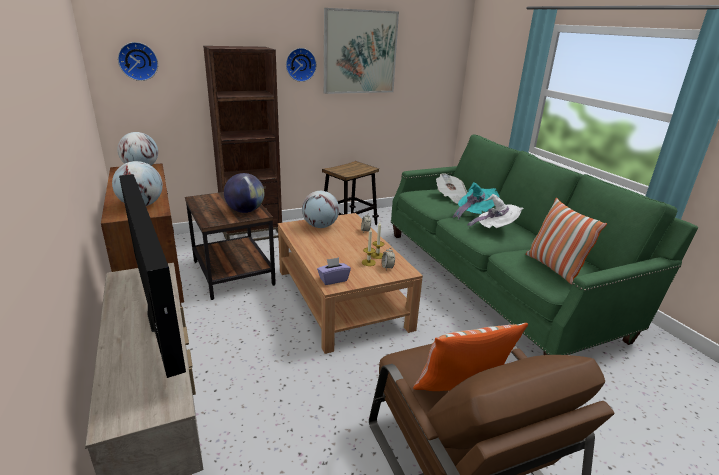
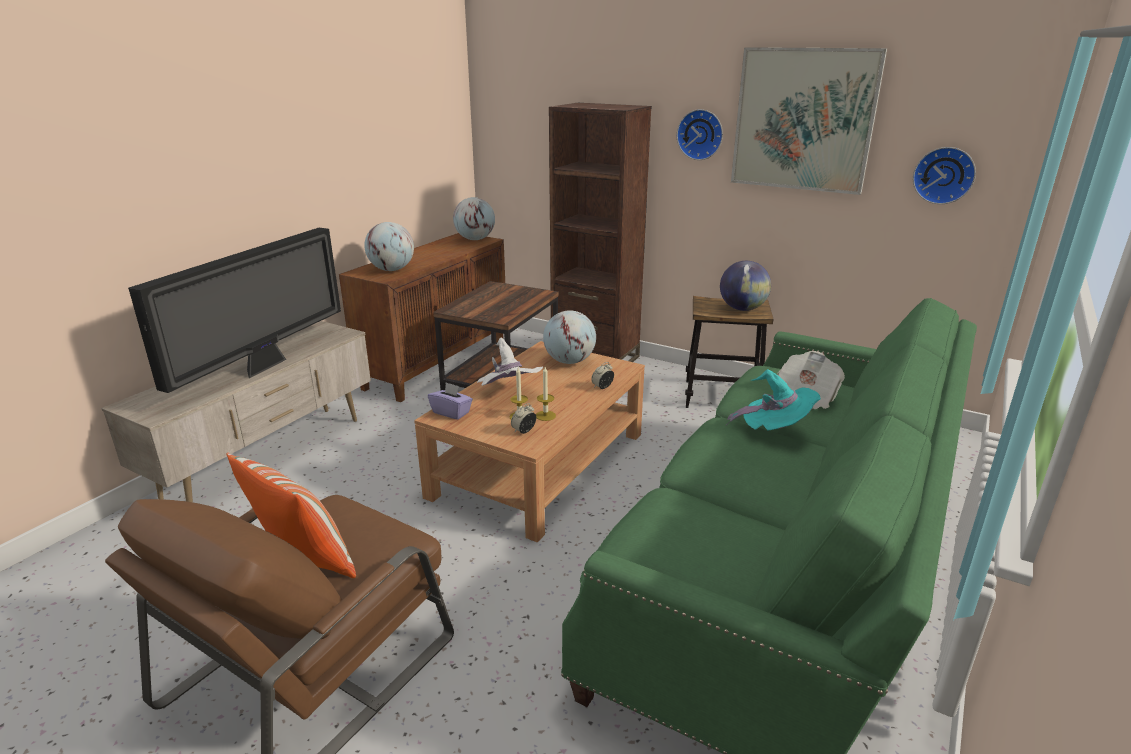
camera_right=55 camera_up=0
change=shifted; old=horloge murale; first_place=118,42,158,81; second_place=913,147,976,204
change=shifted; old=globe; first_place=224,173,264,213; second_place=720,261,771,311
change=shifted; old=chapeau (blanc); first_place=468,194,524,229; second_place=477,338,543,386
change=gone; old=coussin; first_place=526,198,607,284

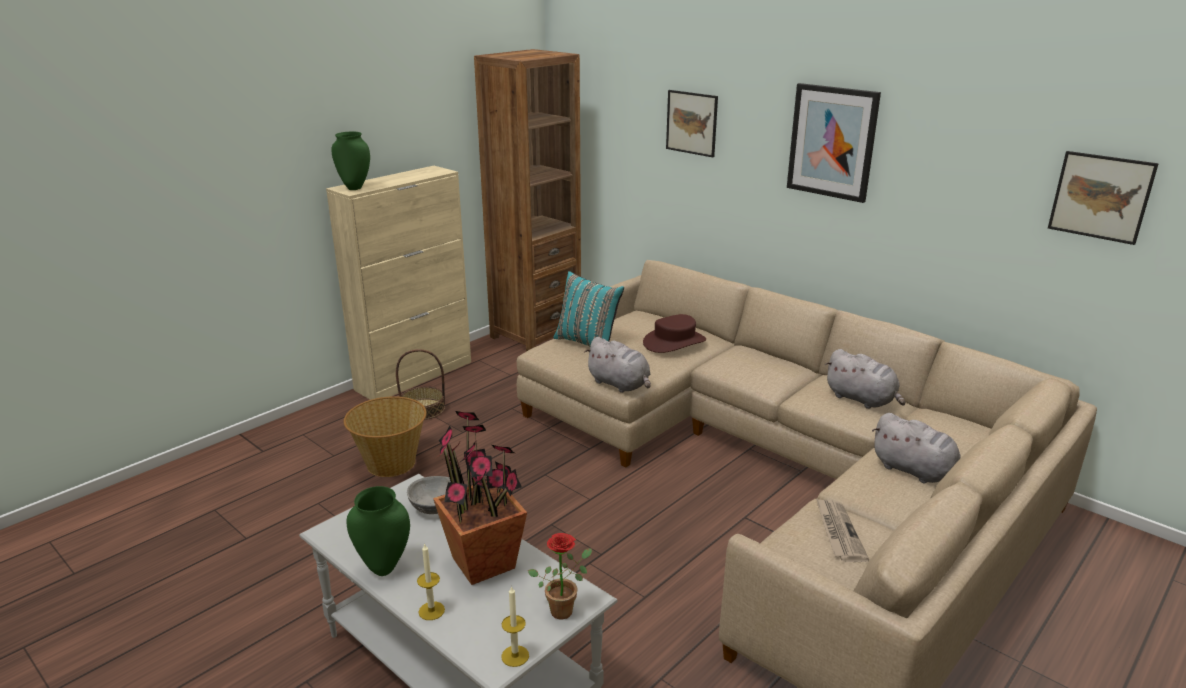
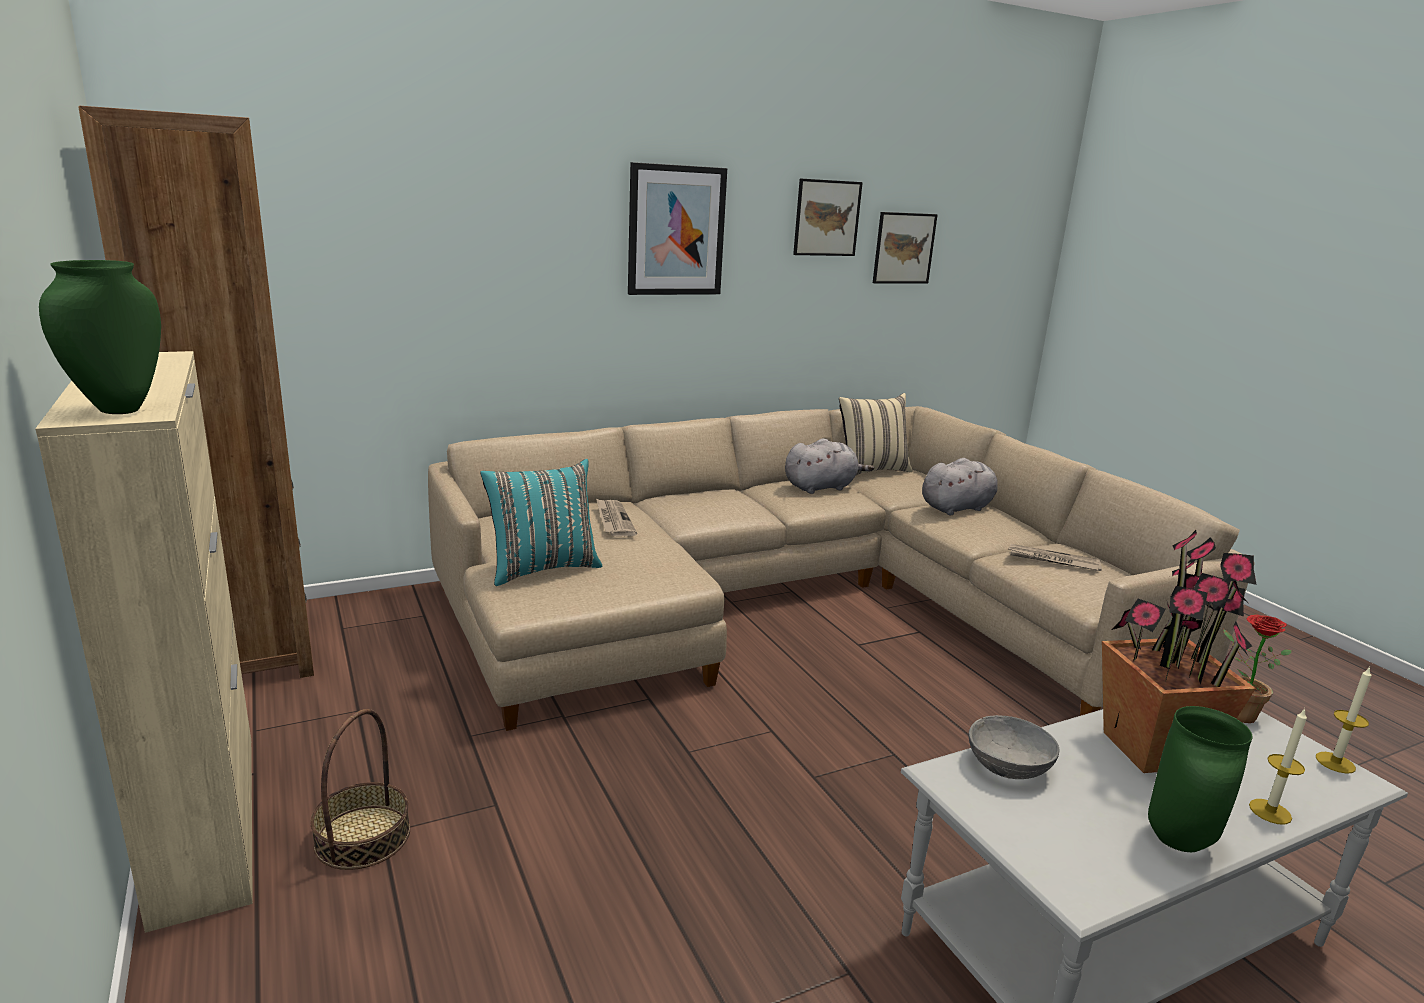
camera_right=-70 camera_up=-5
change=gone; old=panier; first_place=344,396,427,477
change=gone; old=peluche (gris); first_place=584,337,651,393
change=swapped; old=chapeau (marron); new=journal; first_place=643,314,706,353; second_place=596,499,637,537
change=shifted; old=tableau; first_place=666,90,718,157; second_place=793,179,863,256
change=new; new=coussin (beige); second_place=839,393,913,475

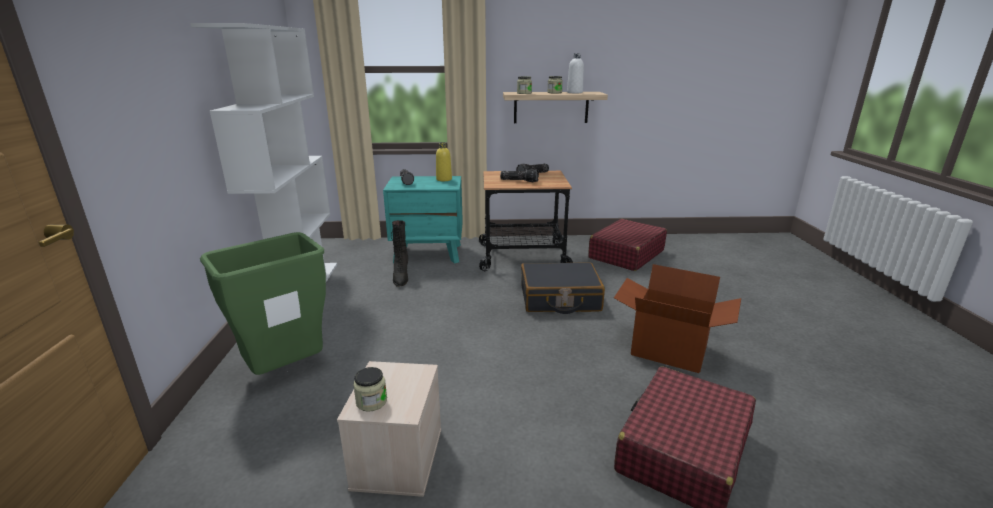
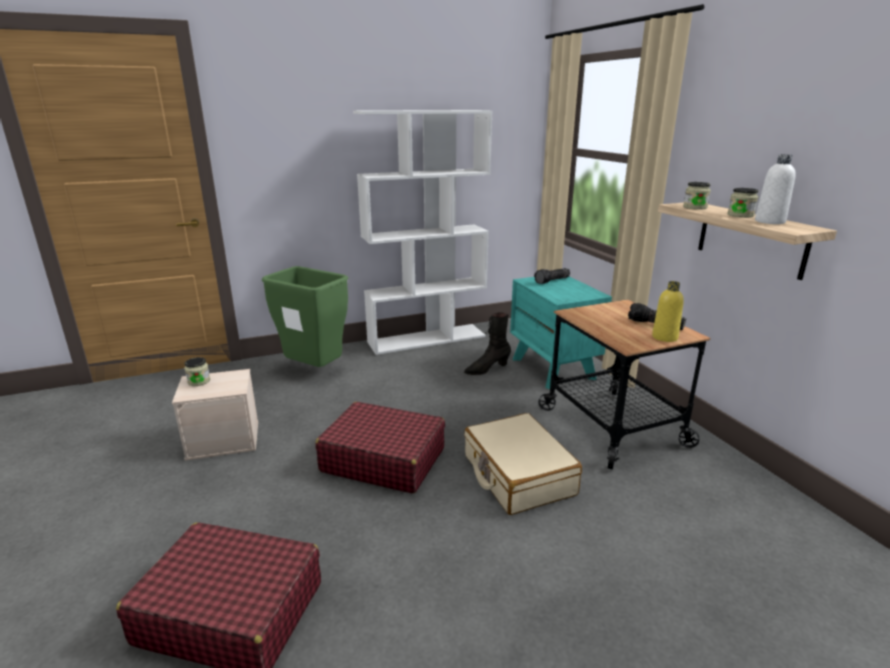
camera_right=70 camera_up=0
change=shifted; old=bouteille (jaune); first_place=436,142,452,181; second_place=652,281,684,342
change=gone; old=lampe de poche; first_place=500,169,539,182
change=repainted; old=valise (noir); new=valise (beige); first_place=521,262,605,314; second_place=464,413,582,515
change=shifted; old=valise (rouge); first_place=588,219,667,271; second_place=315,402,445,494
change=gone; old=carton; first_place=614,264,741,373

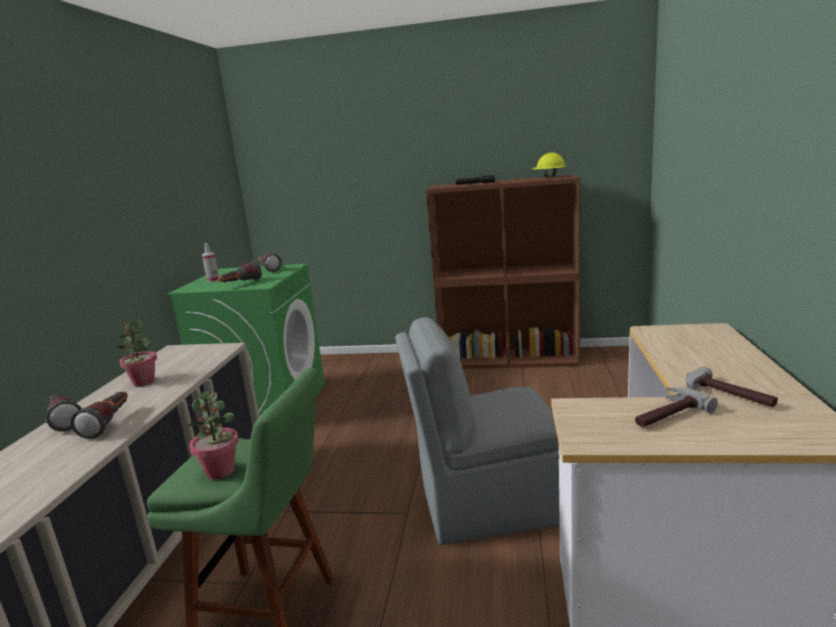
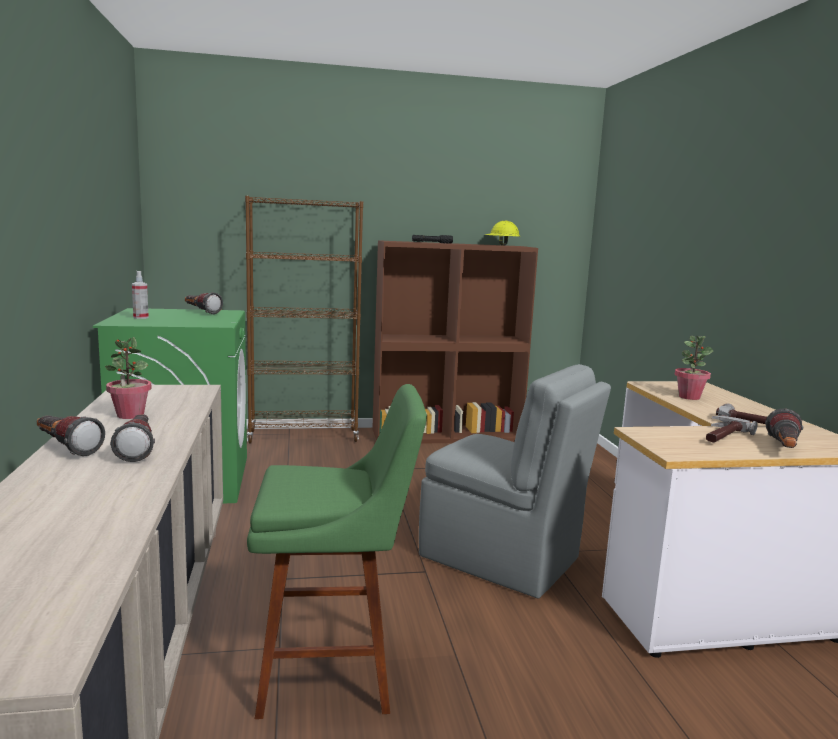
camera_right=-20 camera_up=-5
change=shifted; old=plante en pot; first_place=188,391,239,479; second_place=675,336,713,400
change=shifted; old=lampe de poche; first_place=218,261,262,282; second_place=765,409,803,448
change=rotated; old=chaise (gris); first_place=395,317,560,545; second_place=419,364,611,599; degrees=-120
change=new; new=bibliothèque (marron); second_place=245,196,363,444

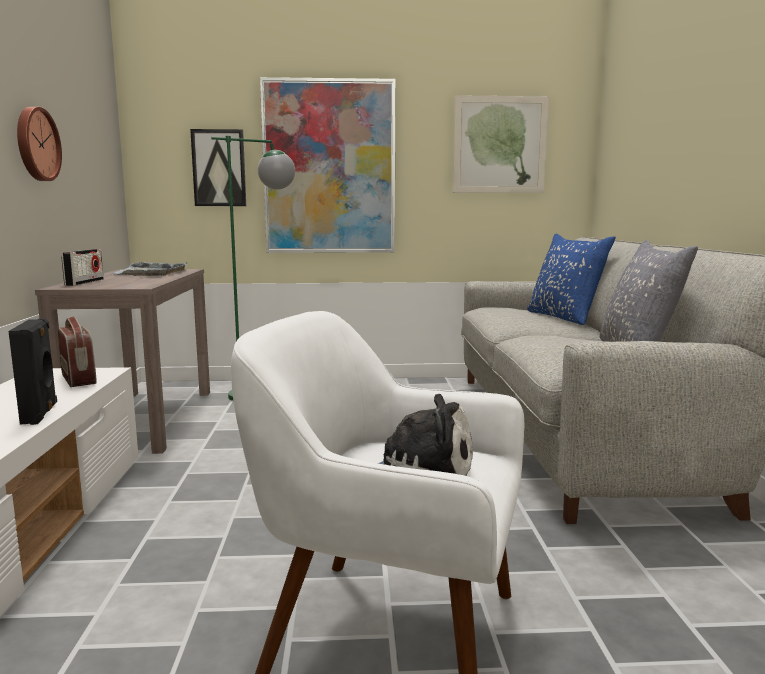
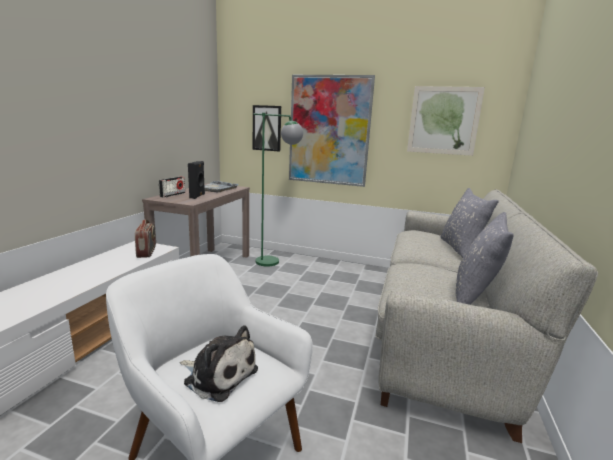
camera_right=20 camera_up=5
change=shifted; old=enceinte (noir); first_place=8,318,57,425; second_place=188,161,205,199
change=gone; old=horloge murale; first_place=17,107,62,181
change=repainted; old=coussin (bleu); new=coussin (gris); first_place=527,233,616,325; second_place=441,188,499,258

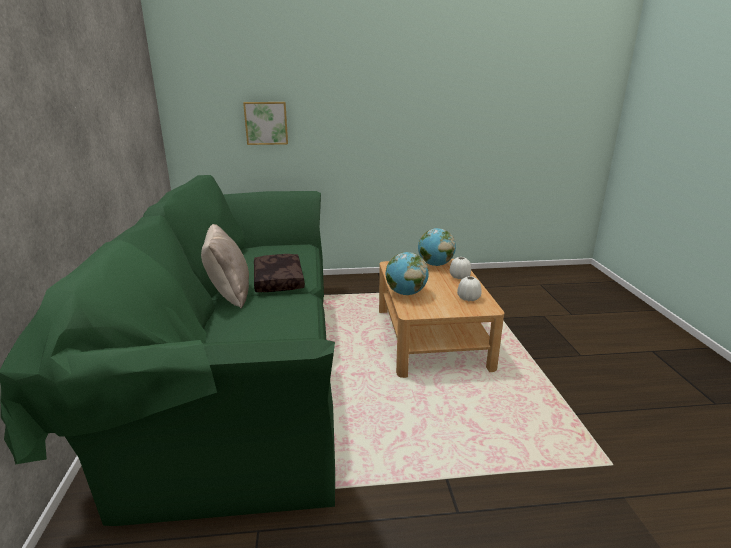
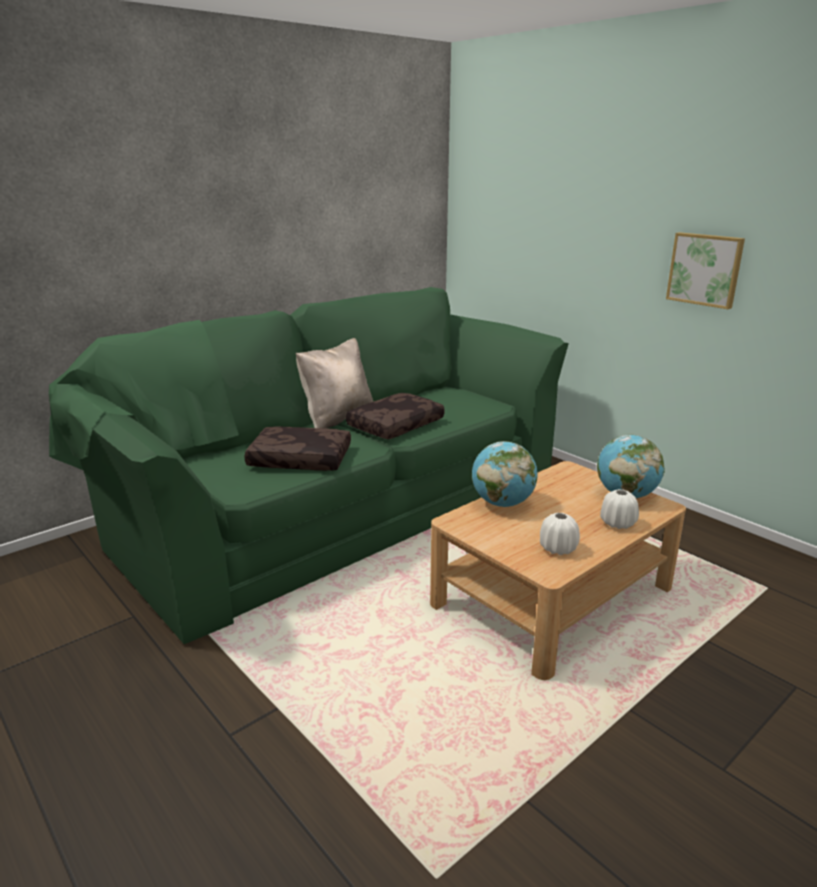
camera_right=55 camera_up=0
change=shifted; old=tableau; first_place=243,102,288,145; second_place=666,232,745,309
change=new; new=coussin (marron); second_place=244,426,351,471

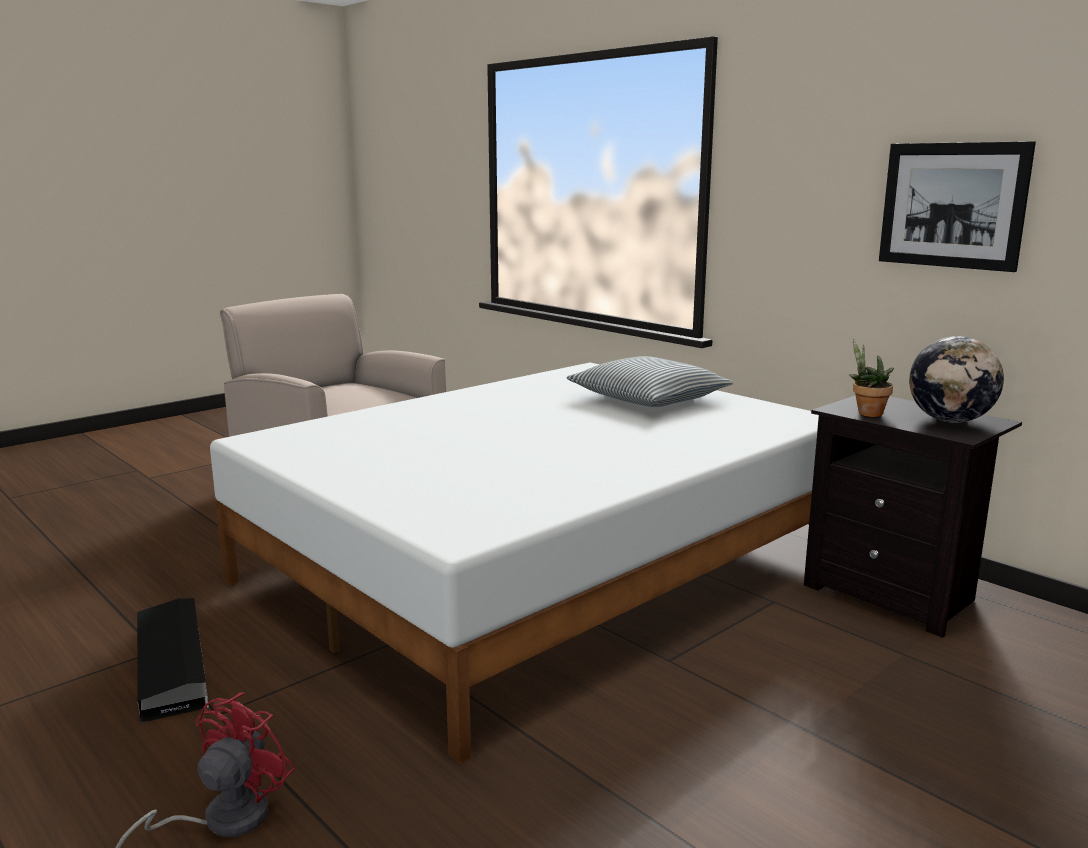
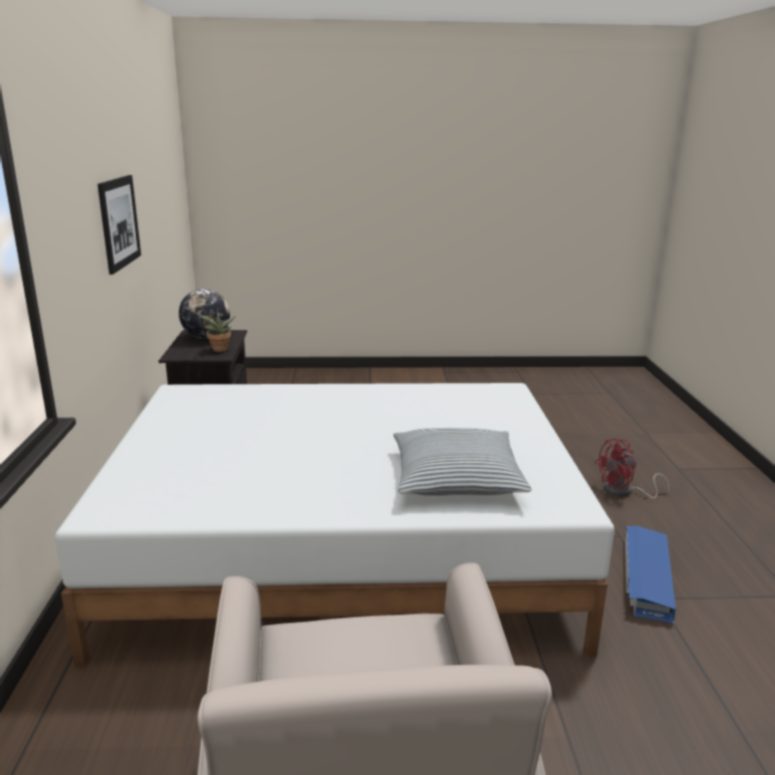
camera_right=-140 camera_up=5
change=repainted; old=boîte de rangement (noir); new=boîte de rangement (bleu); first_place=137,598,209,723; second_place=624,526,676,624
change=shifted; old=coussin; first_place=567,356,733,407; second_place=393,428,532,496

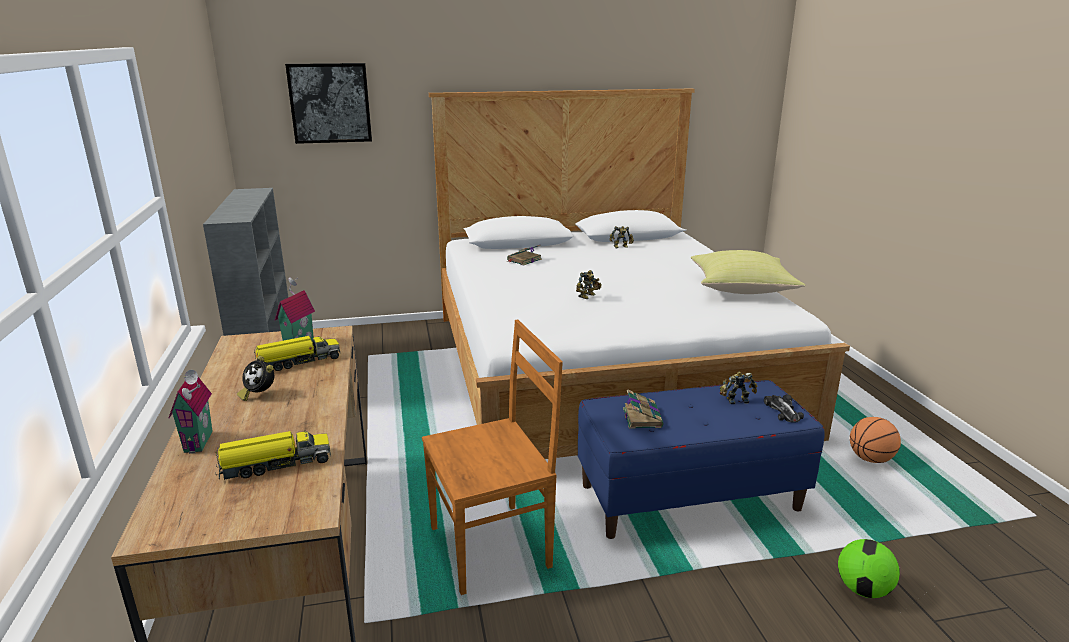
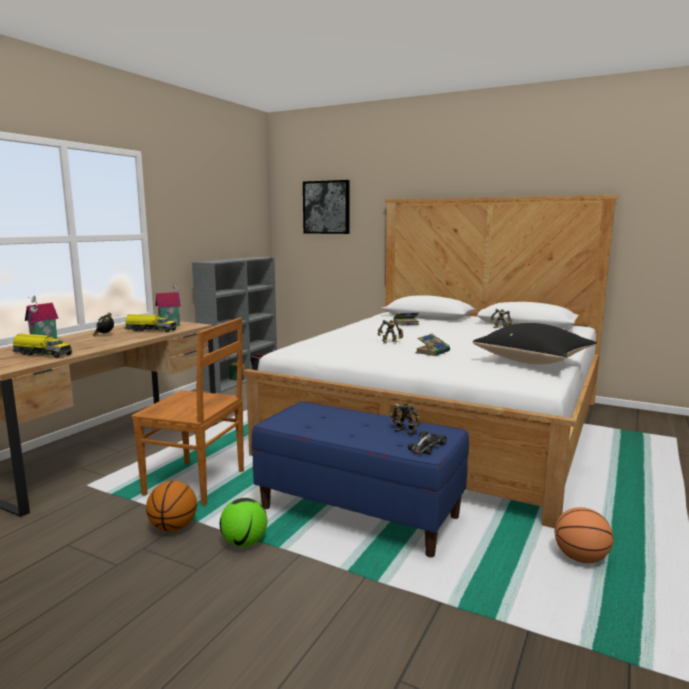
camera_right=40 camera_up=-10
change=shifted; old=livre; first_place=623,389,664,429; second_place=415,334,450,356
change=repainted; old=coussin (jaune); new=coussin (noir); first_place=691,250,806,294; second_place=473,323,597,365
change=shifted; old=ballon de foot; first_place=838,539,900,598; second_place=220,498,267,547
change=new; new=ballon de basket; second_place=146,481,197,532

